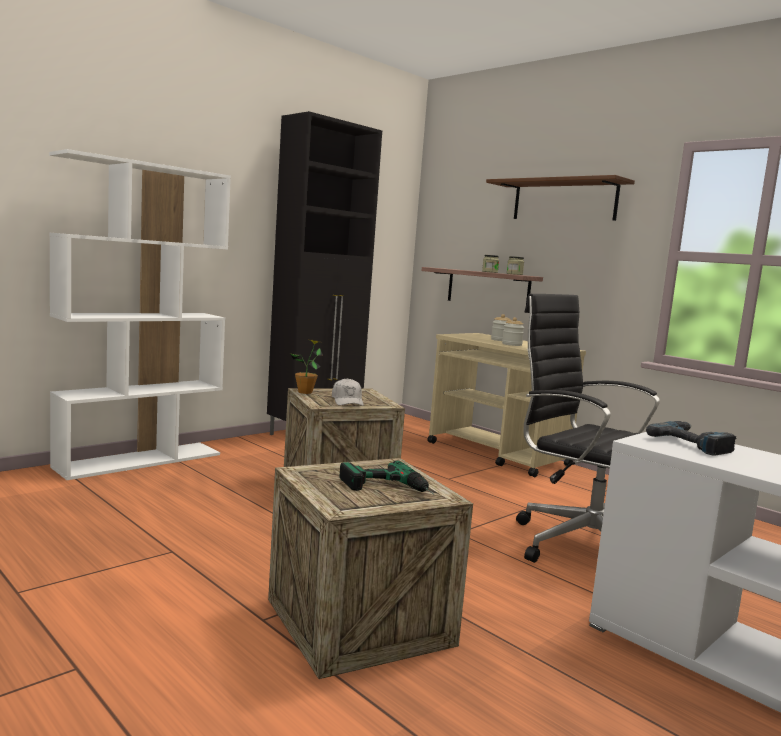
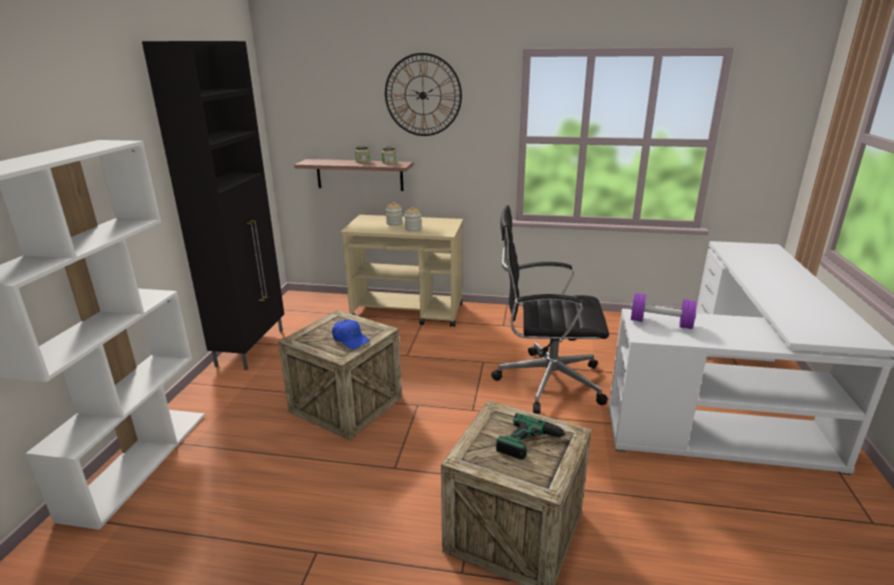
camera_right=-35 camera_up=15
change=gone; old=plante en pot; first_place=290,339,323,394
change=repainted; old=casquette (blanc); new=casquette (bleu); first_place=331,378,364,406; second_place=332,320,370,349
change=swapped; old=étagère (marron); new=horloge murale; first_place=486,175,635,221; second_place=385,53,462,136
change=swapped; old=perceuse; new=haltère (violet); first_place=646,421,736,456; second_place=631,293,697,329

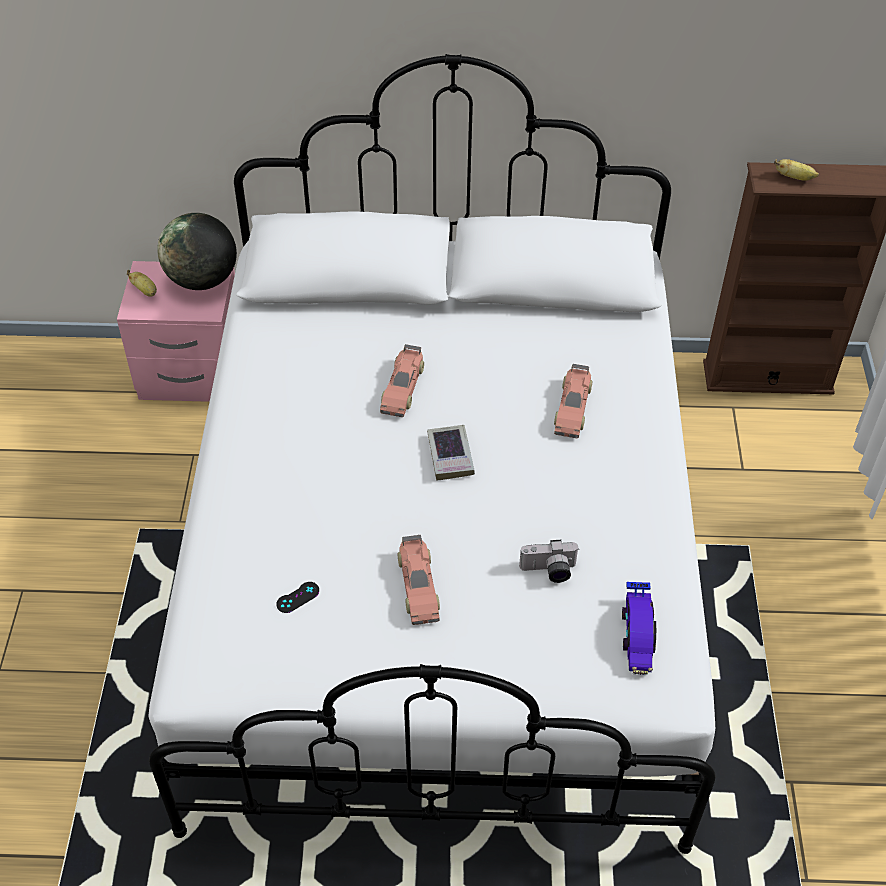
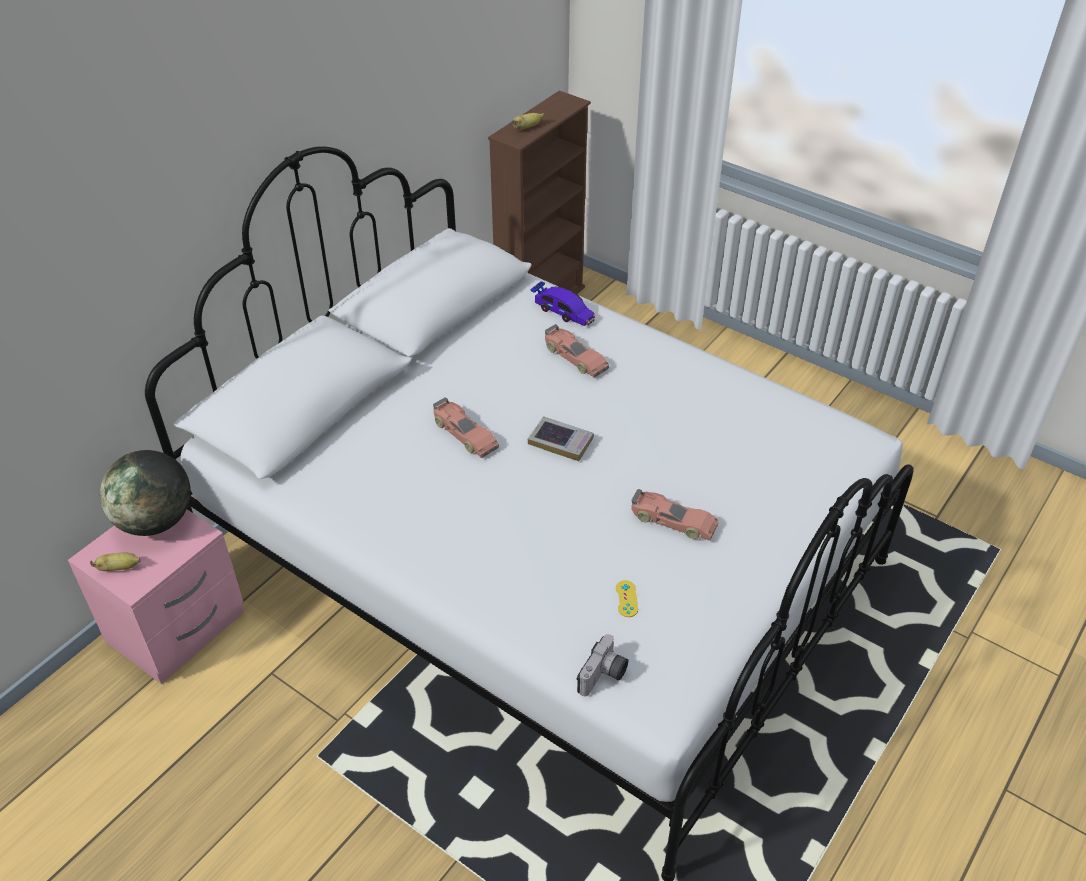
camera_right=-55 camera_up=-5
change=repainted; old=manette (noir); new=manette (jaune); first_place=276,582,319,613; second_place=616,580,638,617
change=shifted; old=appareil photo; first_place=519,540,580,583; second_place=577,634,628,696
change=shifted; old=petite voiture; first_place=622,582,656,675; second_place=531,281,596,326

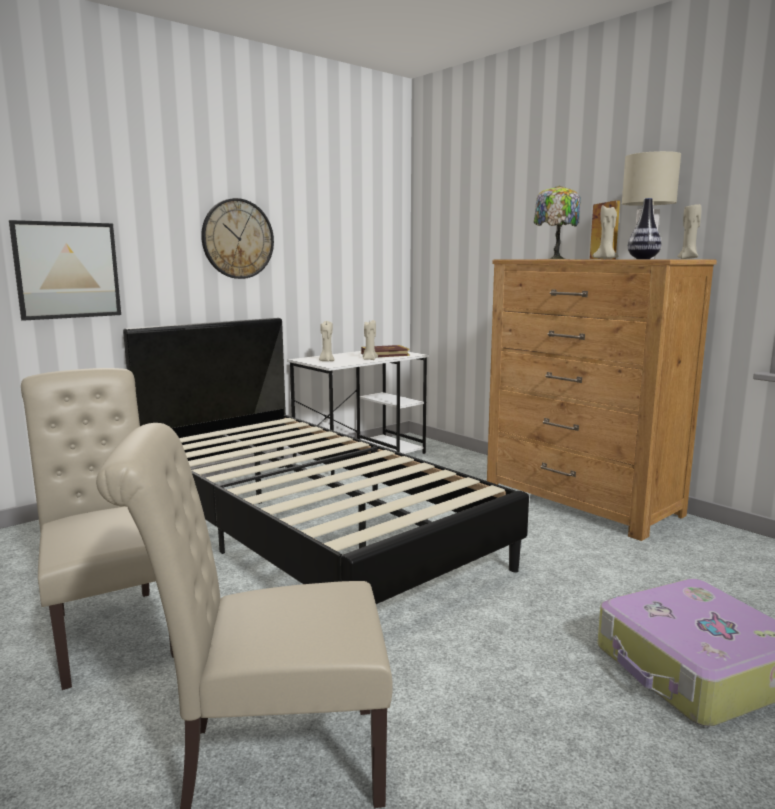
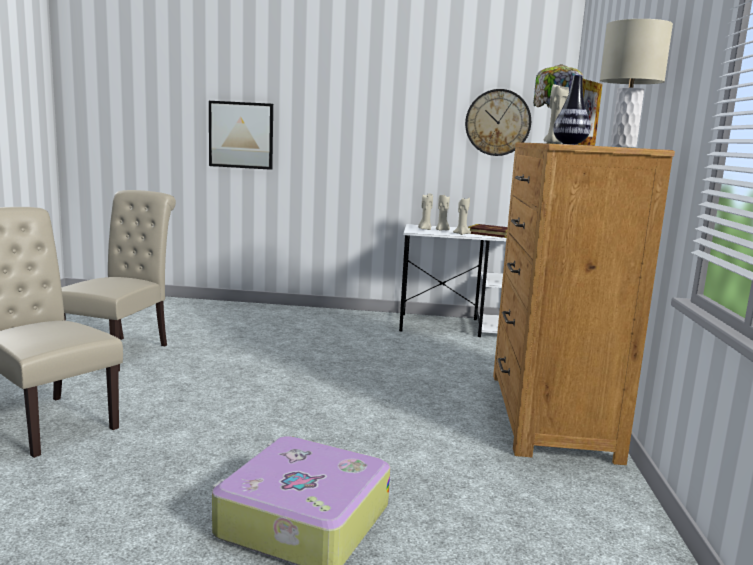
camera_right=45 camera_up=0
change=gone; old=lit (noir); first_place=123,318,529,604
change=shifted; old=horloge murale; first_place=201,198,274,279; second_place=465,89,531,156
change=shifted; old=bougie (beige); first_place=677,204,701,259; second_place=436,194,450,230

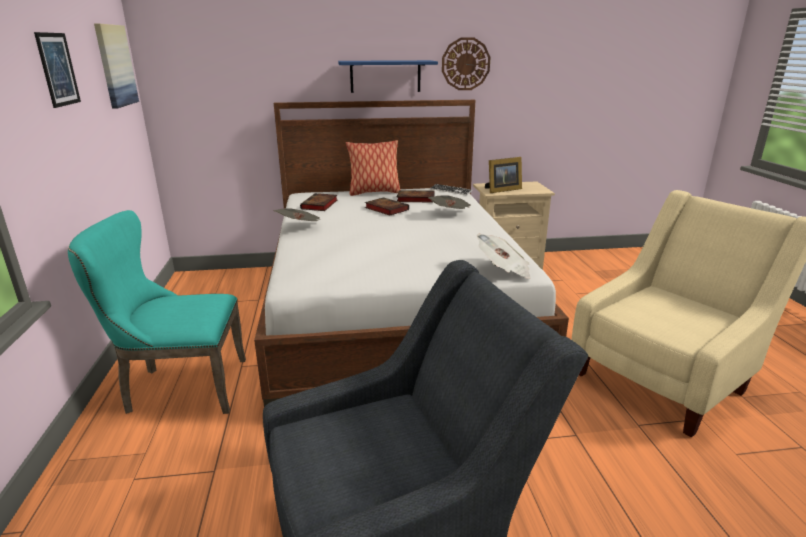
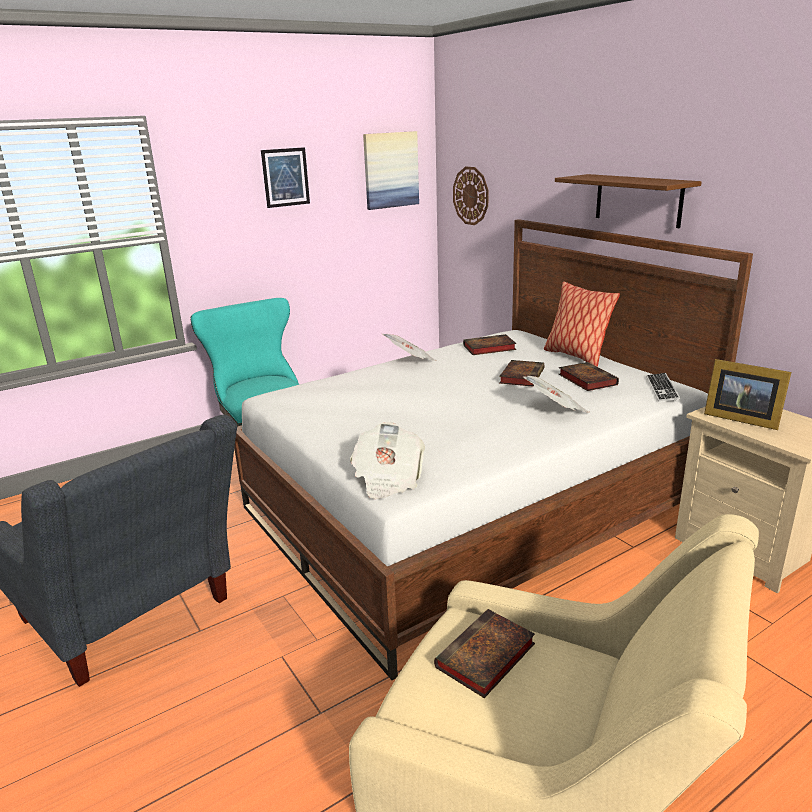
camera_right=65 camera_up=0
change=repainted; old=étagère (bleu); new=étagère (marron); first_place=338,60,438,93; second_place=555,174,702,228
change=shifted; old=horloge murale; first_place=442,37,491,90; second_place=453,167,489,225
change=new; new=livre; second_place=434,609,535,698

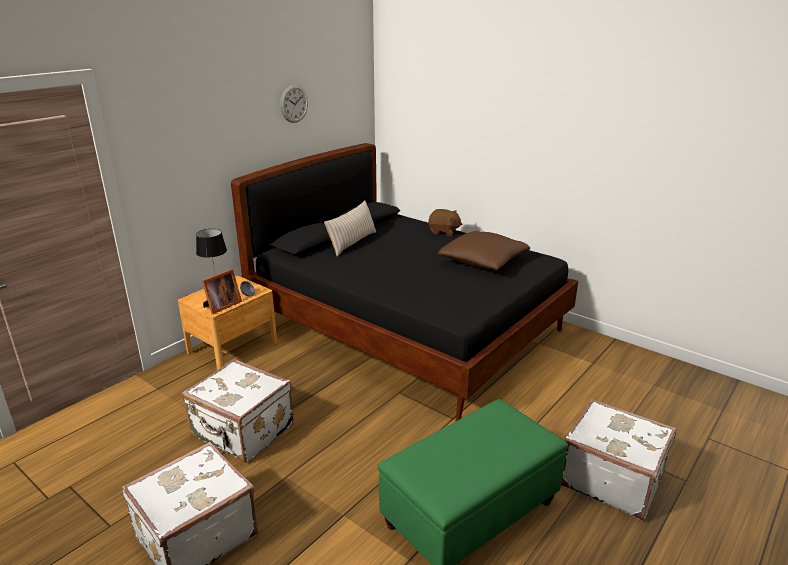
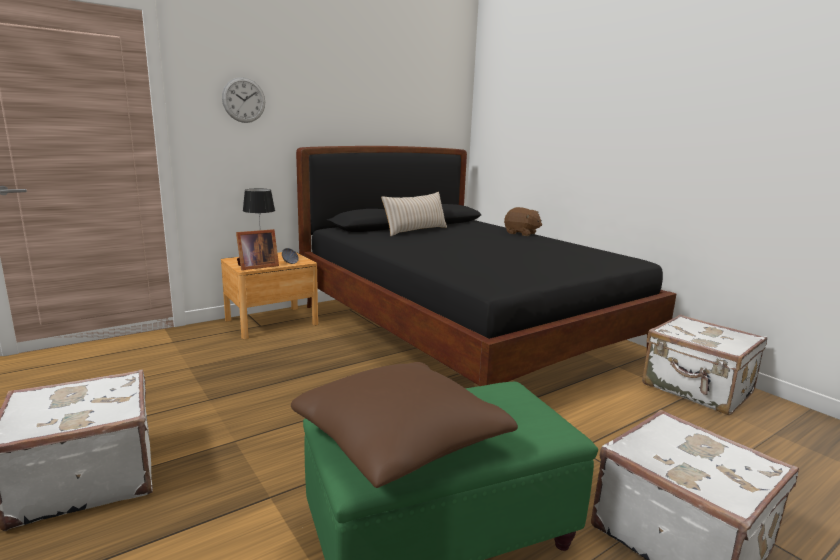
camera_right=15 camera_up=-10
change=shifted; old=valise (blanc); first_place=182,359,294,463; second_place=642,315,767,415
change=shifted; old=horloge murale; first_place=280,85,308,123; second_place=222,77,265,123
change=shifted; old=coussin (marron); first_place=438,231,530,270; second_place=291,362,518,488

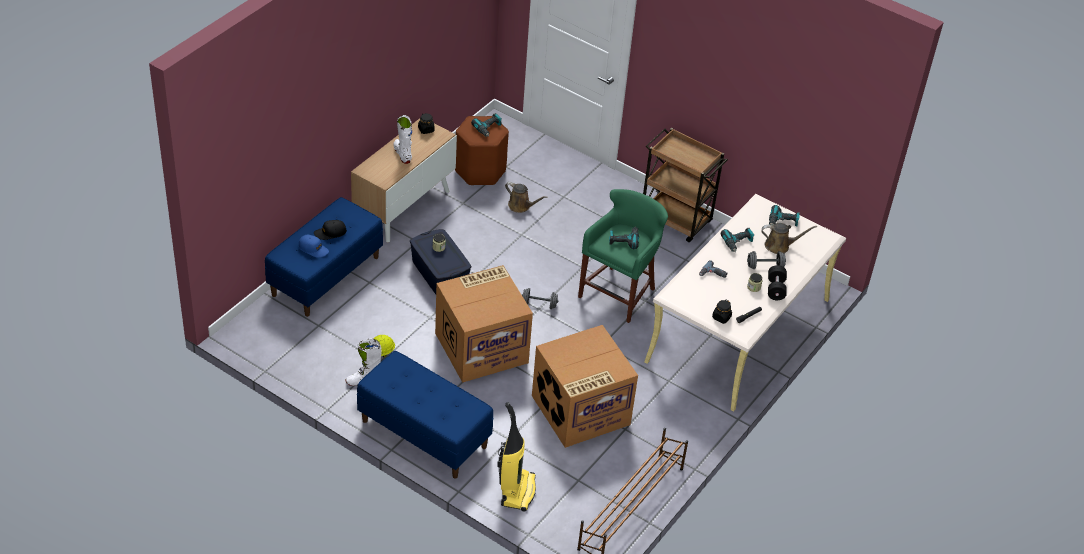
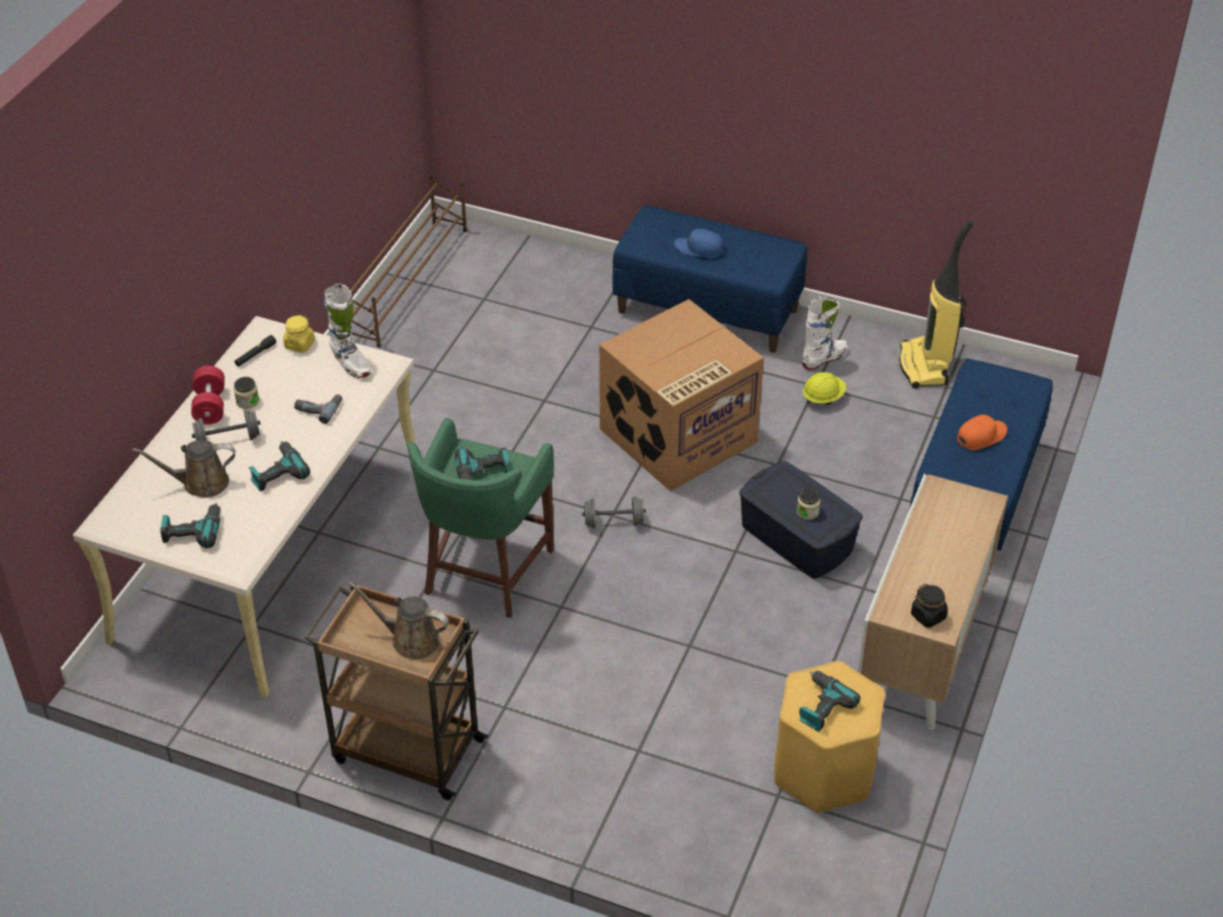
camera_right=170 camera_up=0
change=shifted; old=casquette (bleu); first_place=299,235,329,258; second_place=674,229,724,258
change=repainted; old=casquette (noir); new=casquette (orange); first_place=314,220,347,240; second_place=957,415,1007,450
change=shifted; old=botte (blanc); first_place=393,115,412,164; second_place=324,284,371,378
change=repainted; old=tabouret (marron); new=tabouret (jaune); first_place=455,116,509,185; second_place=774,661,885,813
change=shifted; old=aspirateur; first_place=497,402,536,512; second_place=899,219,974,389
change=shifted; old=arrosoir (marron); first_place=505,182,547,213; second_place=348,581,449,660
change=gone; old=carton; first_place=532,325,638,448
change=repainted; old=bocal (noir); new=bocal (jaune); first_place=712,300,732,324; second_place=283,315,315,353
change=repainted; old=haltère (noir); new=haltère (rouge); first_place=768,265,787,300; second_place=191,366,225,425

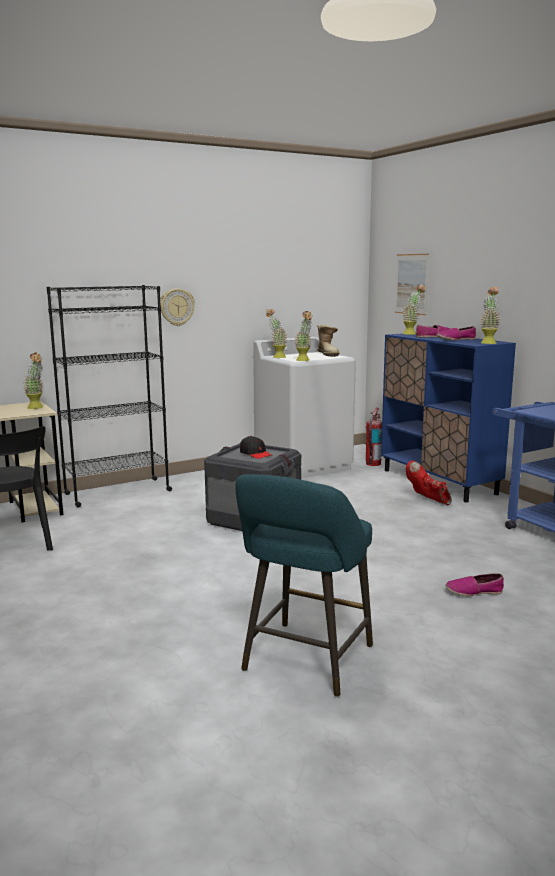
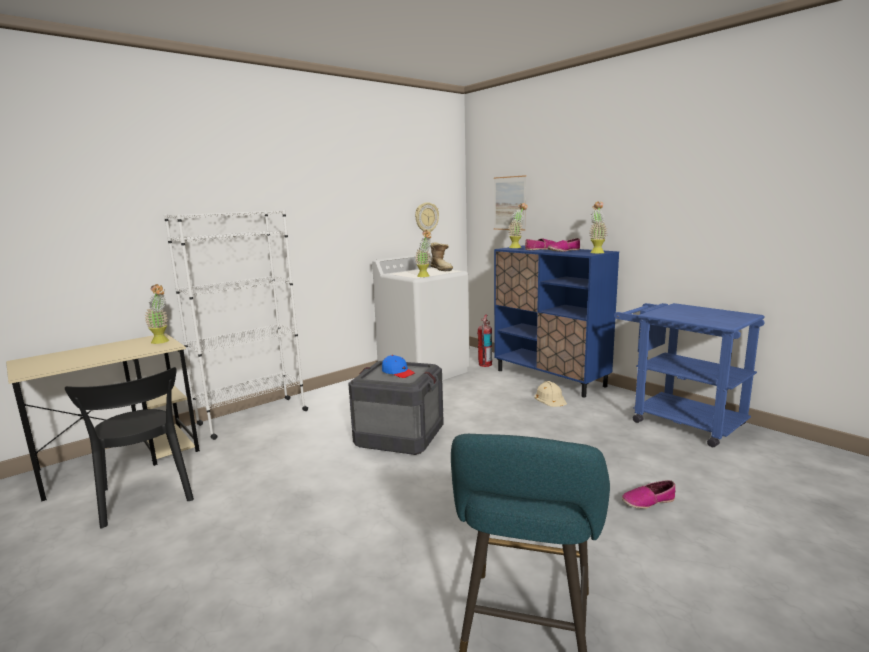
camera_right=-10 camera_up=0
change=repainted; old=bibliothèque (noir); new=bibliothèque (blanc); first_place=47,285,172,507; second_place=164,210,308,440
change=shifted; old=horloge murale; first_place=160,288,195,326; second_place=415,202,439,232
change=repainted; old=casquette (noir); new=casquette (bleu); first_place=240,436,272,459; second_place=382,355,415,378
change=gone; old=plante en pot; first_place=266,309,287,358
change=swapped; old=botte (rouge); new=casque de chantier (beige); first_place=406,460,451,506; second_place=534,381,567,407

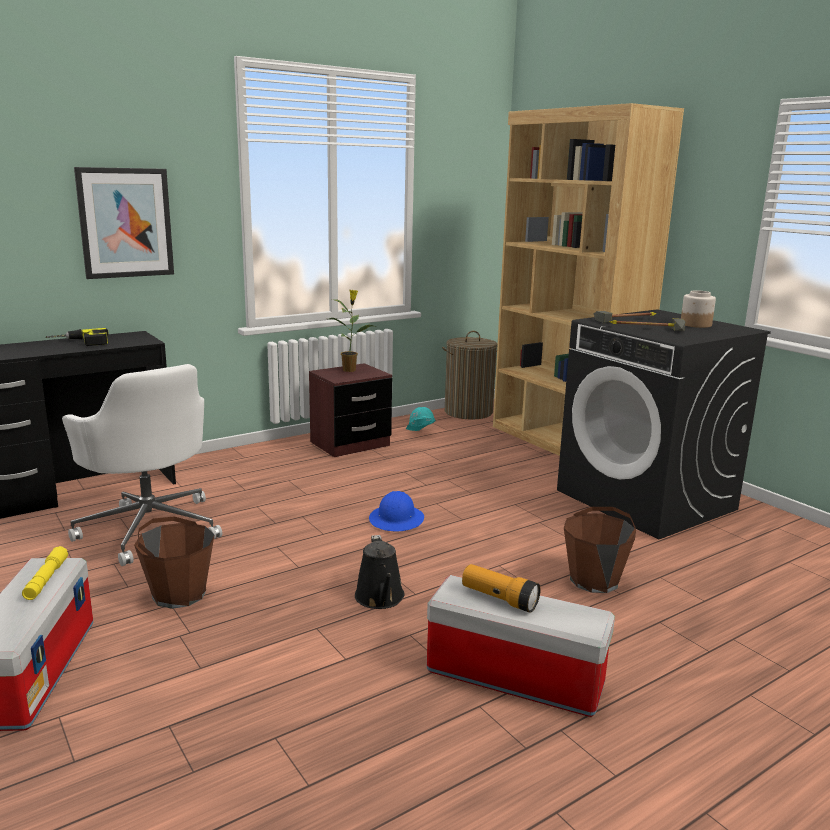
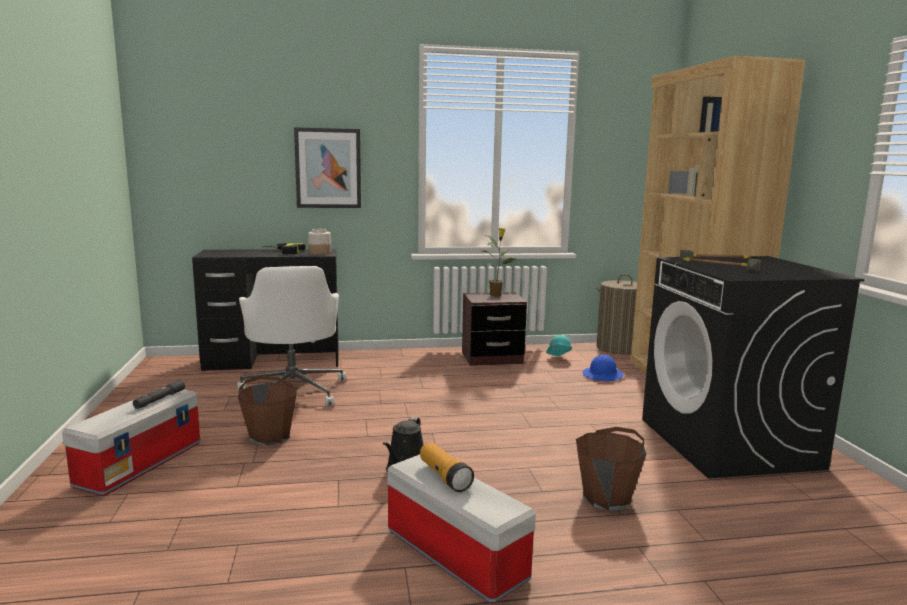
camera_right=25 camera_up=-5
change=repainted; old=lampe de poche (jaune); new=lampe de poche (gris); first_place=22,546,68,600; second_place=133,380,185,409
change=shifted; old=casque de chantier (bleu); first_place=369,491,424,531; second_place=583,355,624,381
change=shifted; old=bocal; first_place=681,290,716,328; second_place=308,229,331,255

